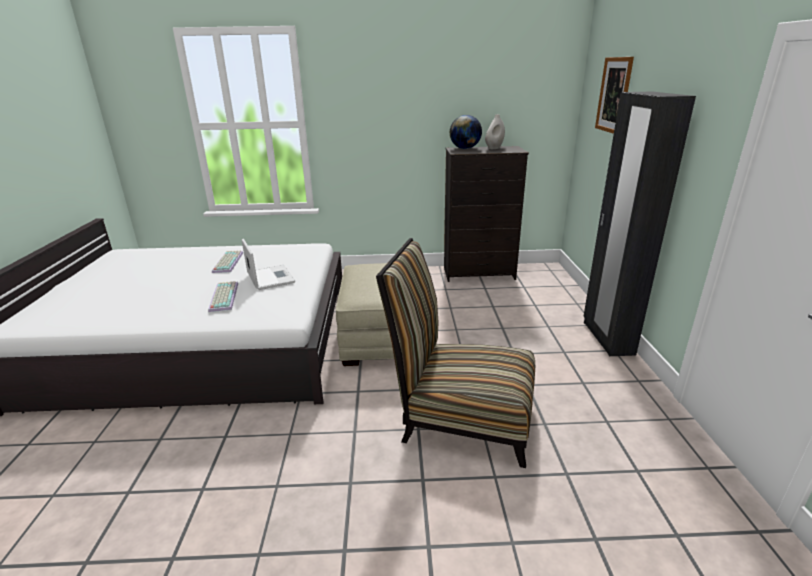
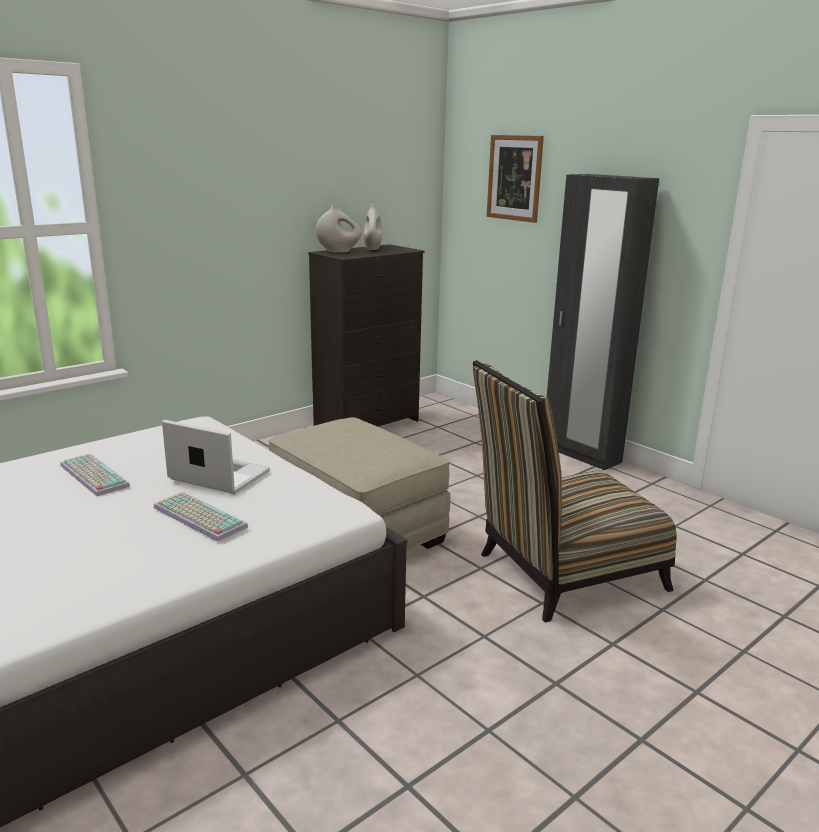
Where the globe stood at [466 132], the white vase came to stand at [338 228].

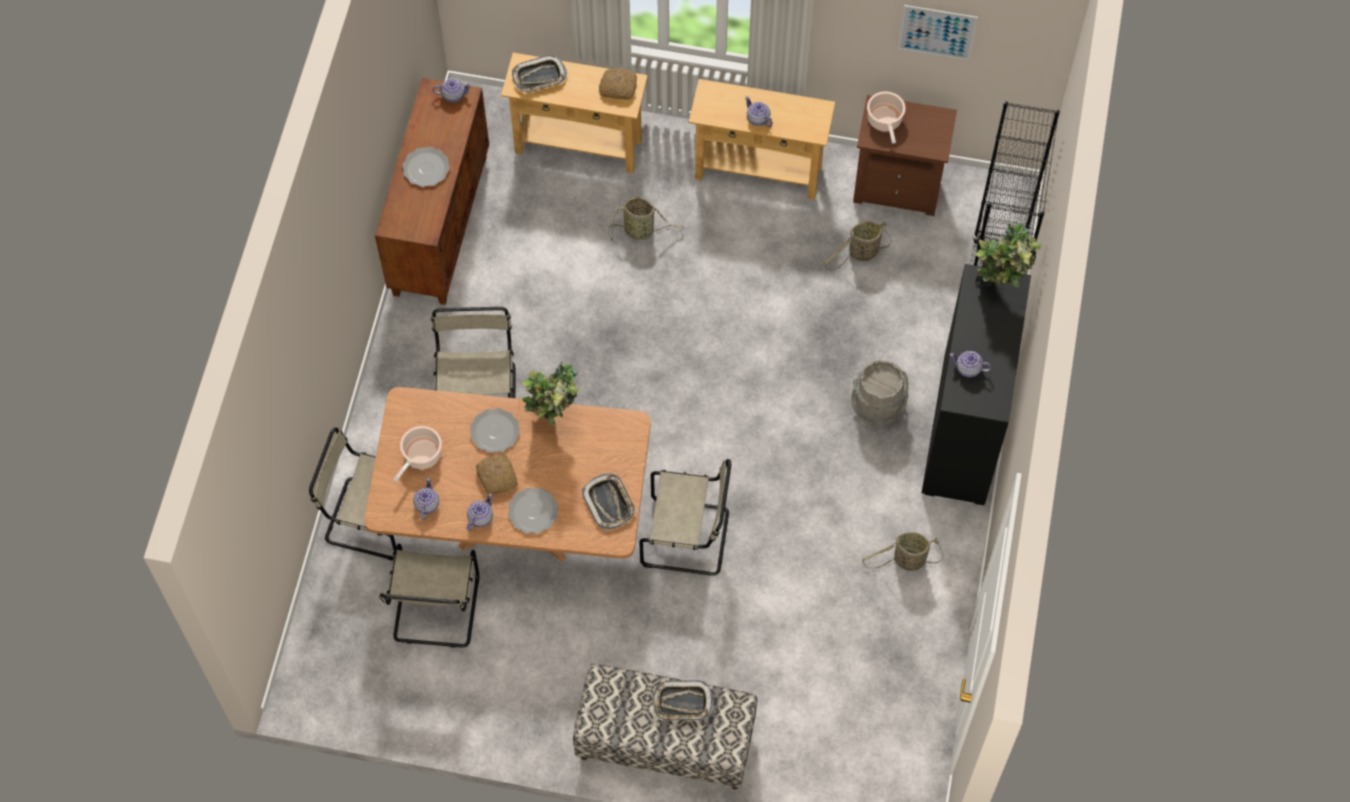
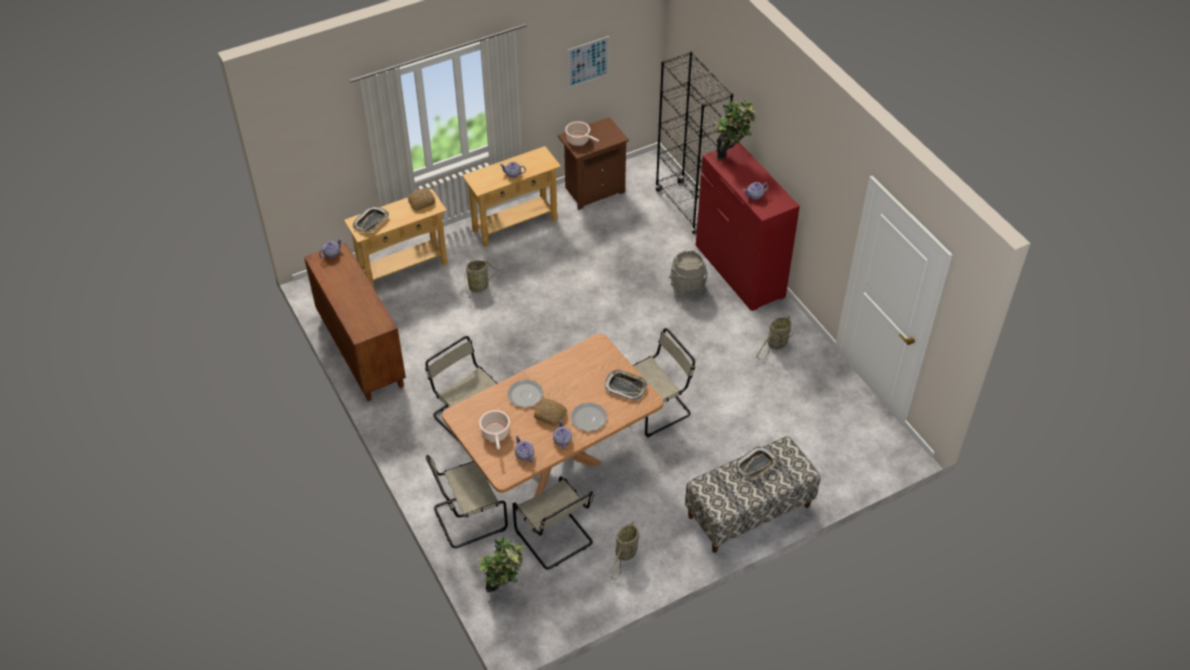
The second view lost the plate at [426 167]. The potted plant ended up elsewhere, having gone from [551 393] to [501 564]. The basket ended up elsewhere, having gone from [857 246] to [625 550]. What was the black dresser at [976 384] turned into the red dresser at [748 226].

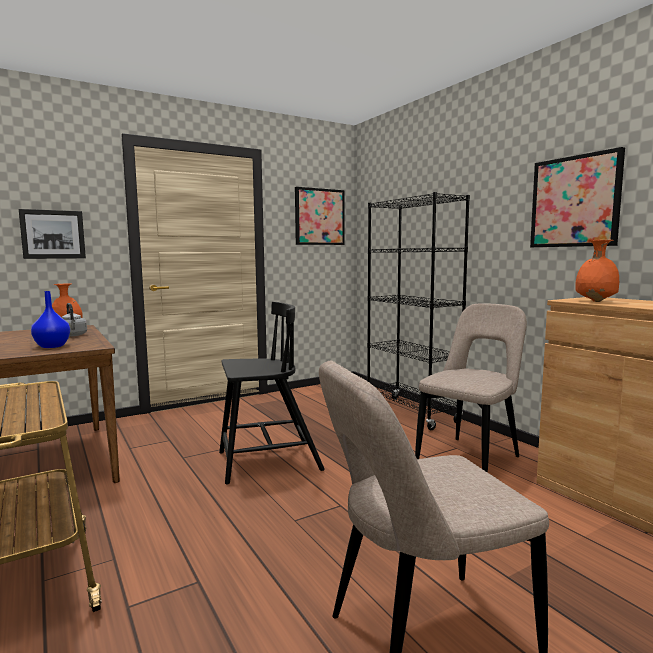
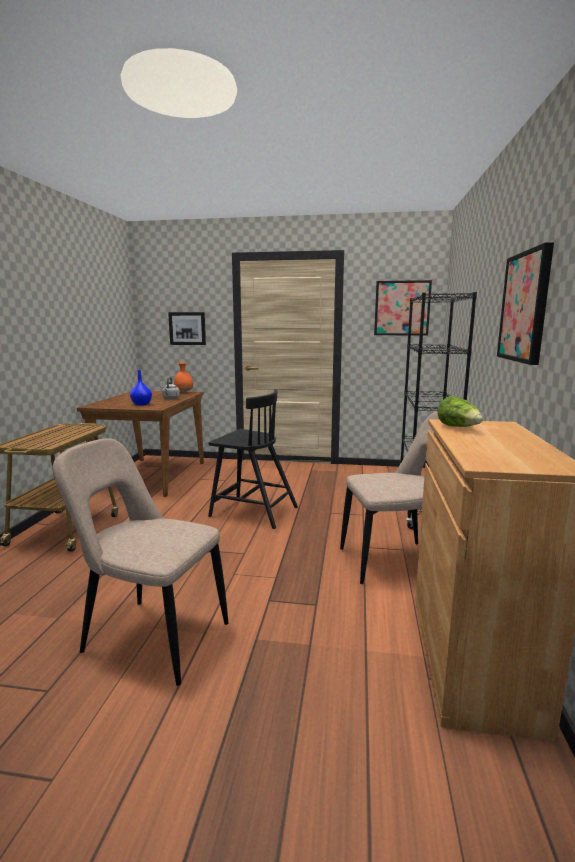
Where the orange vase stood at [597 271], the lettuce came to stand at [460 411].

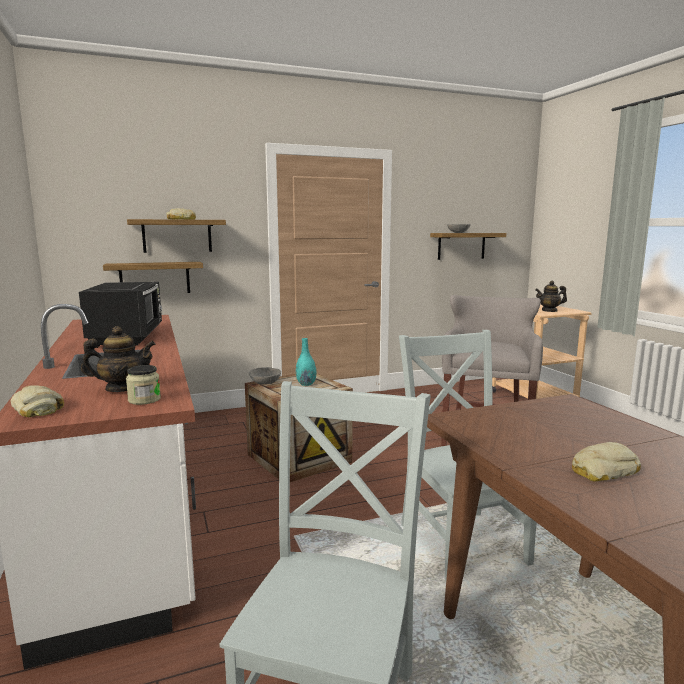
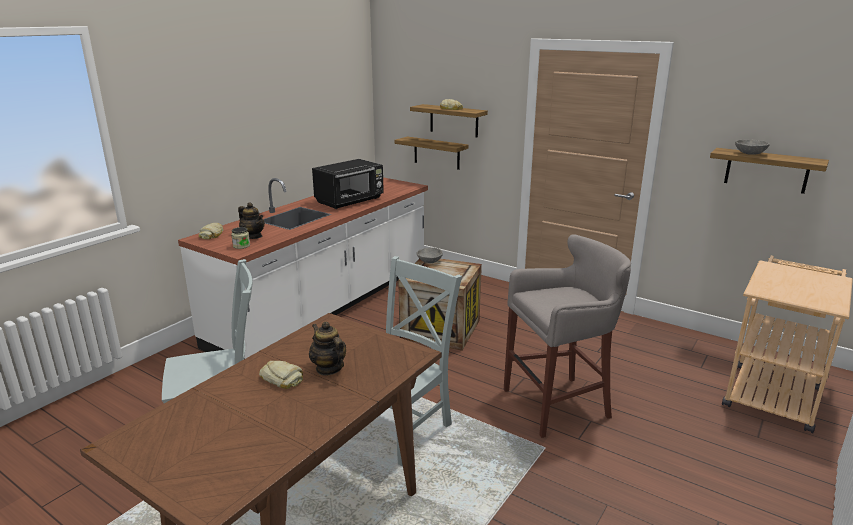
The second view lost the turquoise vase at [306 362]. The teapot ended up elsewhere, having gone from [551 296] to [327 348].

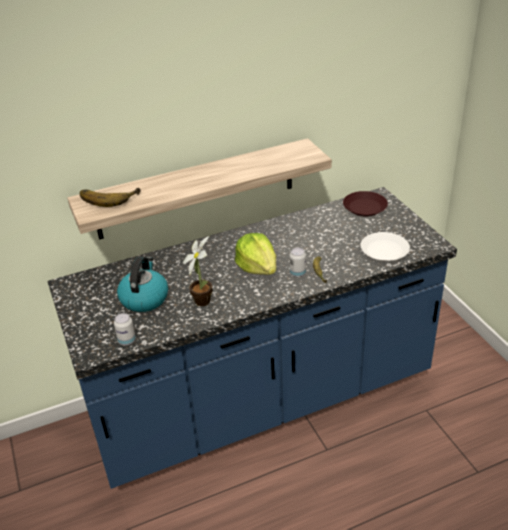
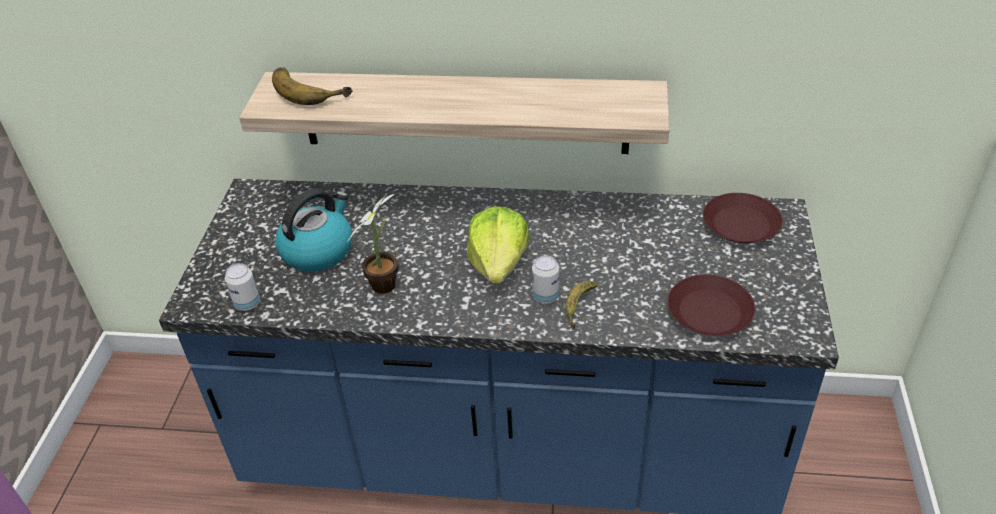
What was the white plate at [385 247] turned into the brown plate at [711 305].

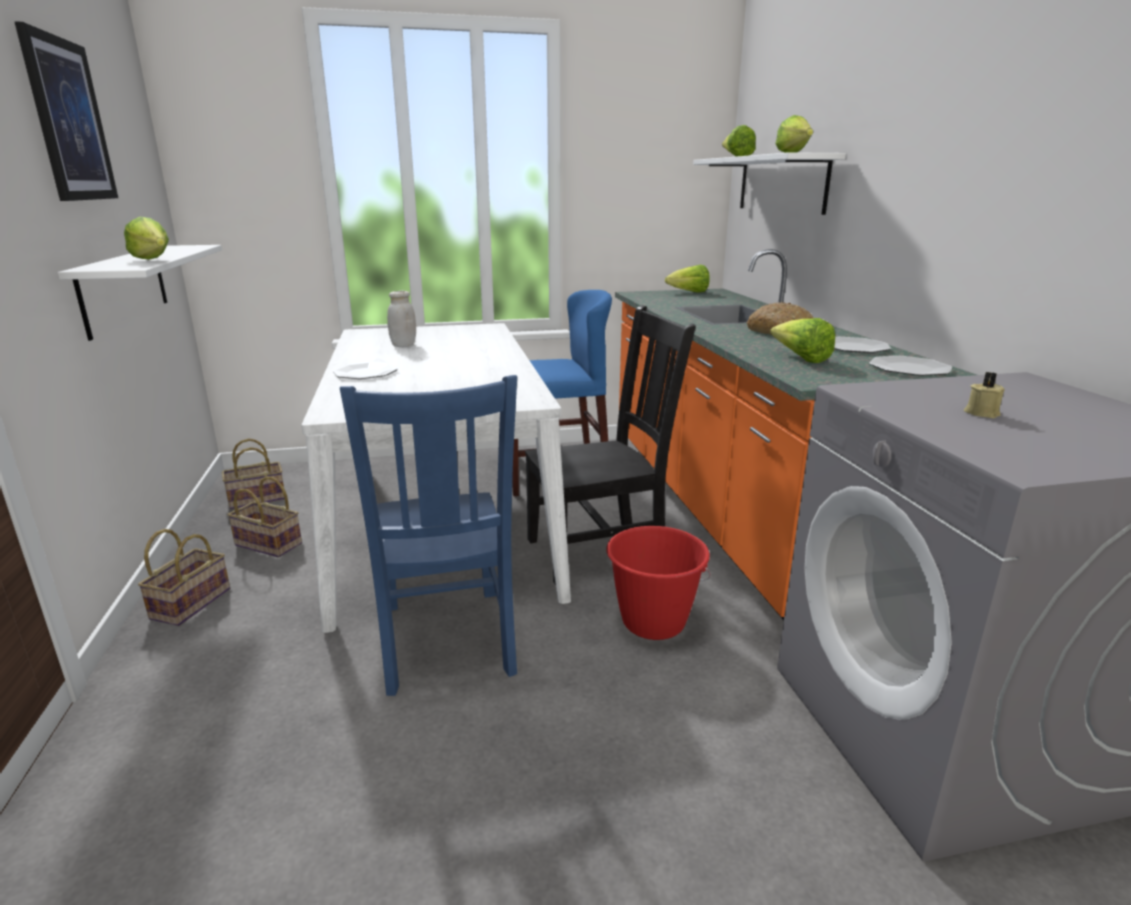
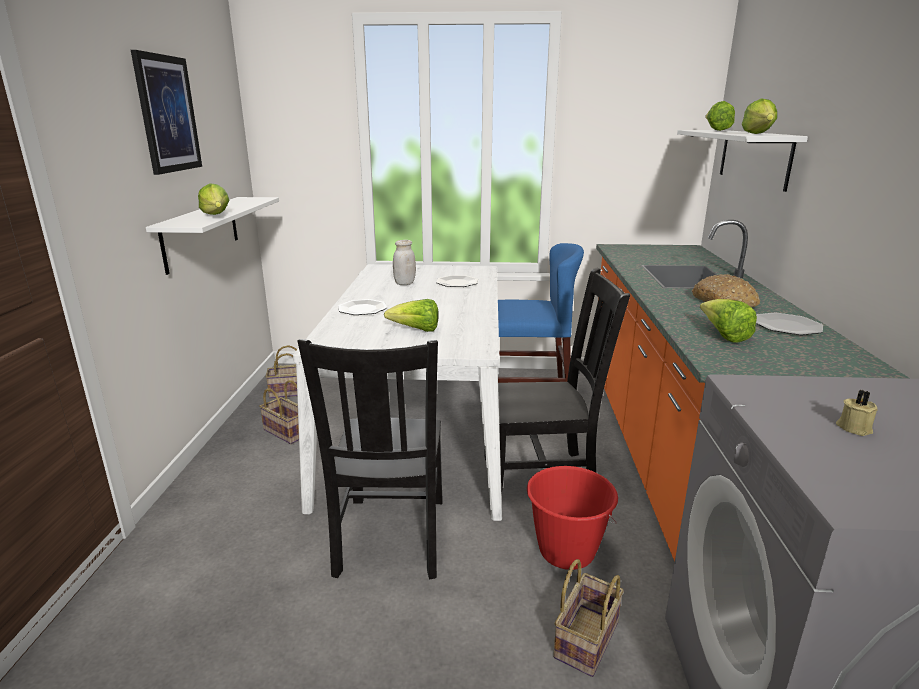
The basket ended up elsewhere, having gone from [184 577] to [588 618]. What was the blue chair at [428 535] turned into the black chair at [370 459]. The lettuce ended up elsewhere, having gone from [687 279] to [411 315]. The plate ended up elsewhere, having gone from [911 366] to [457 281].

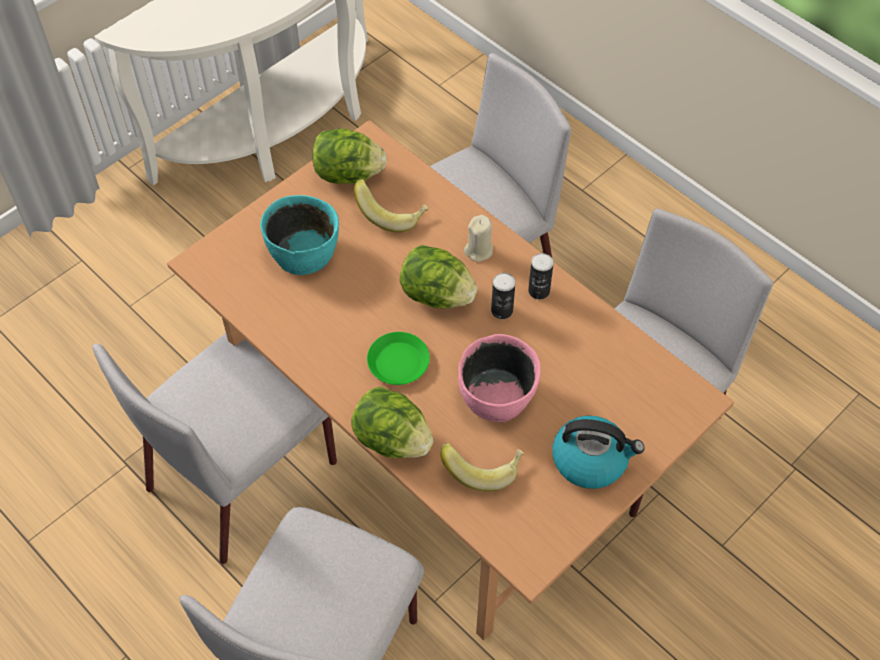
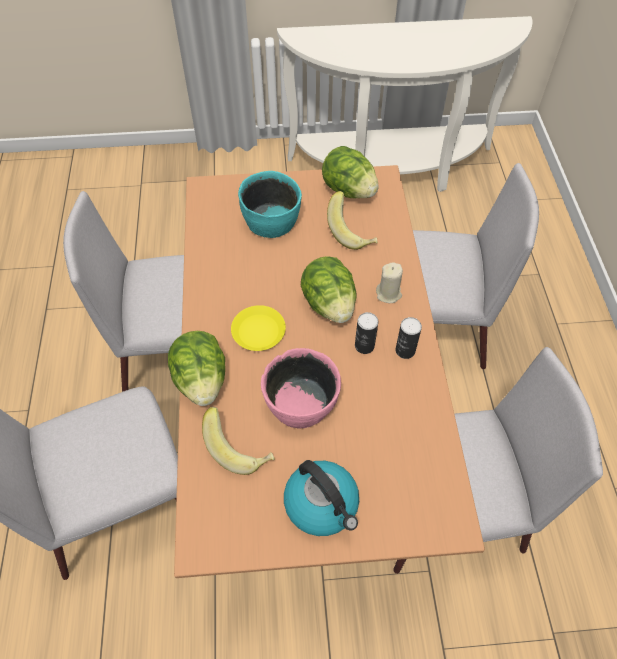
What was the green plate at [398 358] turned into the yellow plate at [258 328].

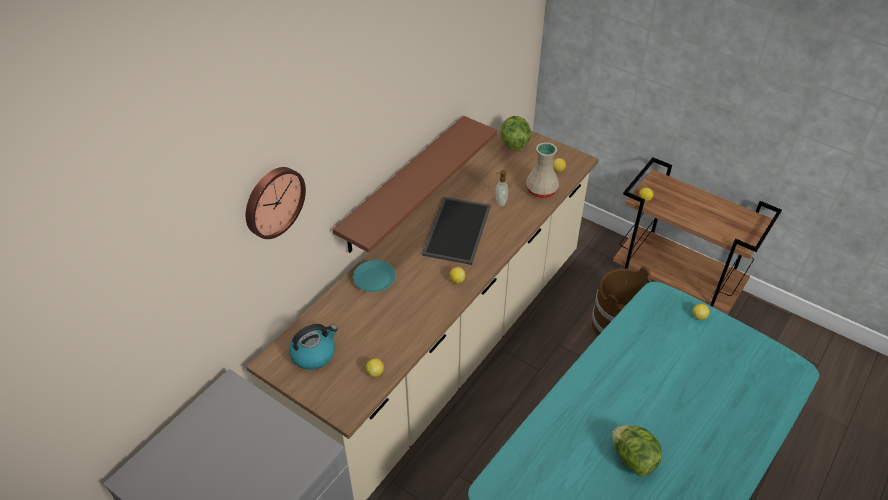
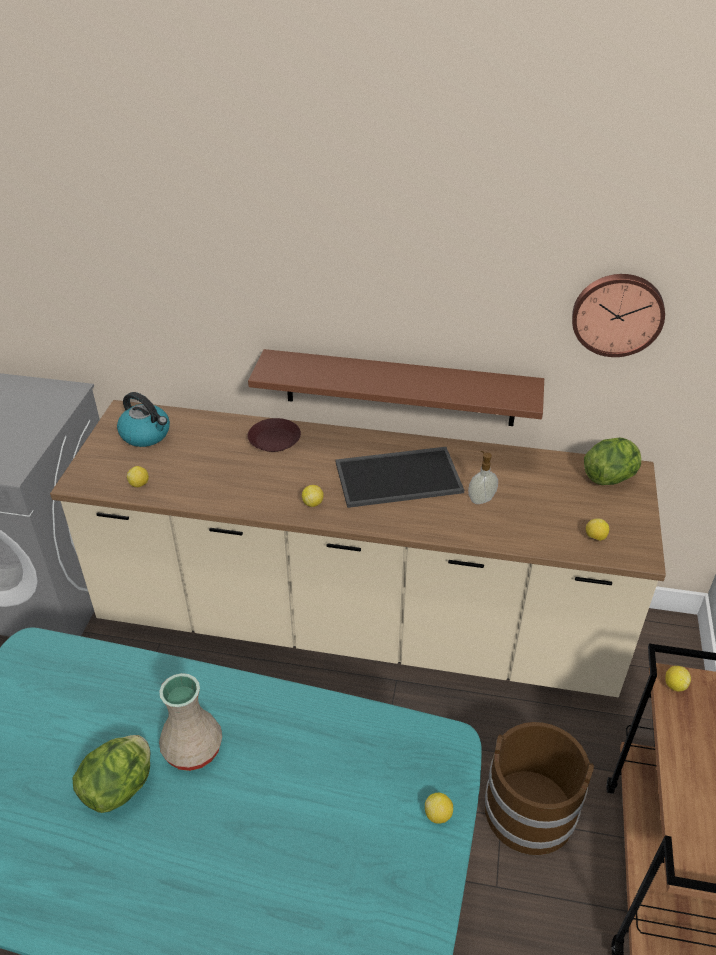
The wall clock ended up elsewhere, having gone from [276 203] to [618 315]. What was the turquoise plate at [374 276] turned into the brown plate at [274 435]. The beige vase ended up elsewhere, having gone from [542 170] to [191 722].

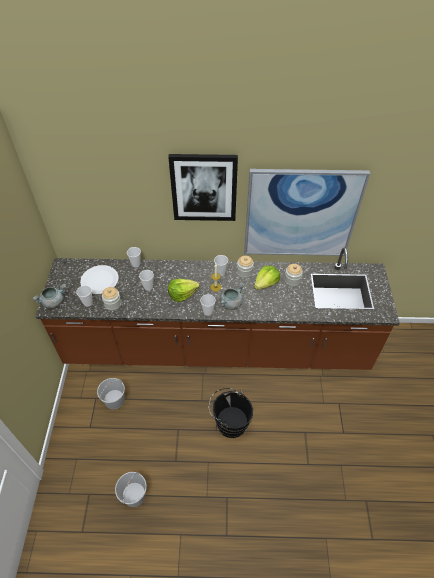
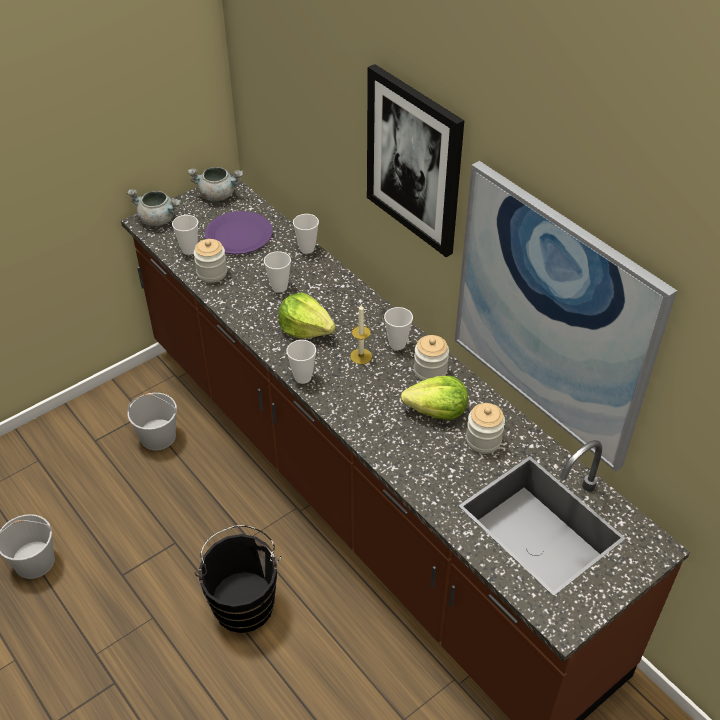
What was the white plate at [99 279] turned into the purple plate at [239 233]. The grey cooking pot ended up elsewhere, having gone from [232 296] to [215 184].

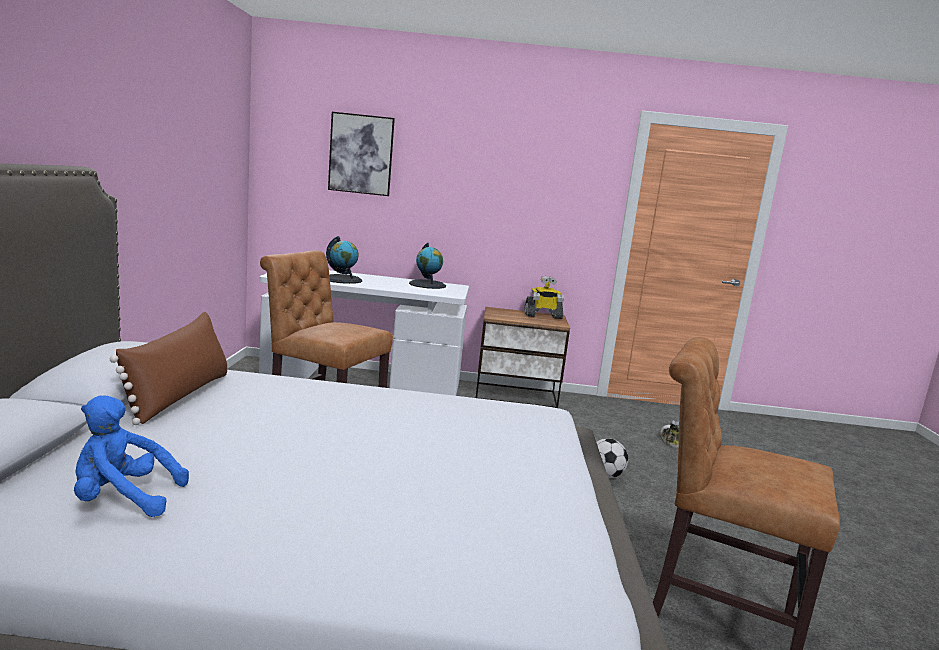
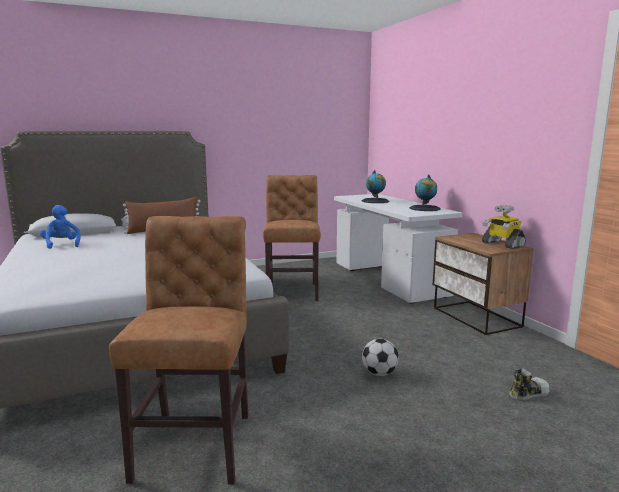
The second view lost the picture at [361 154].

